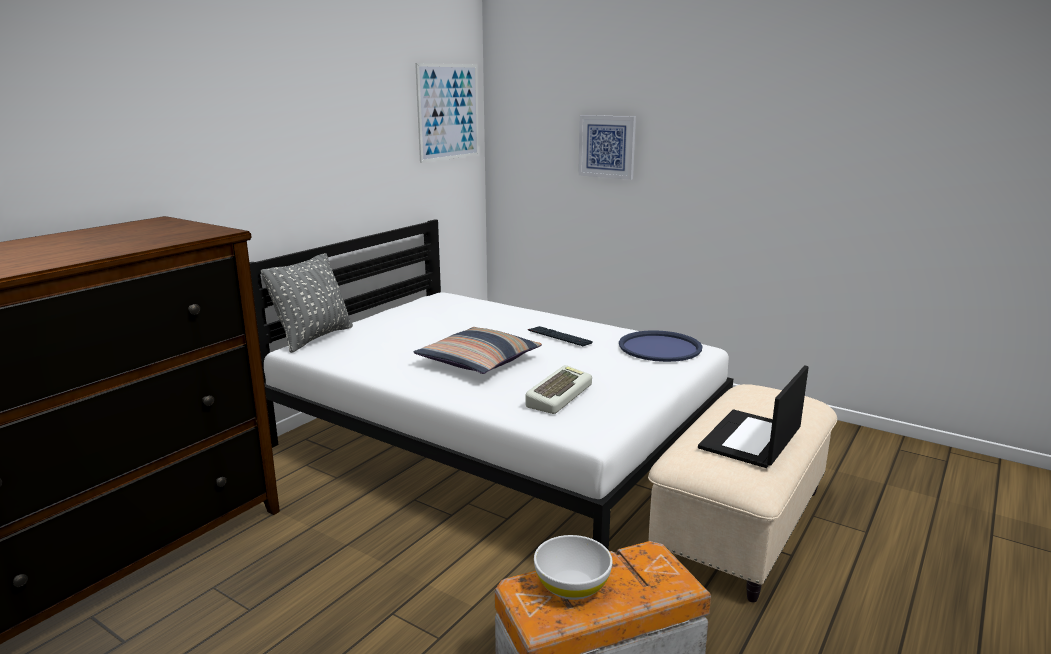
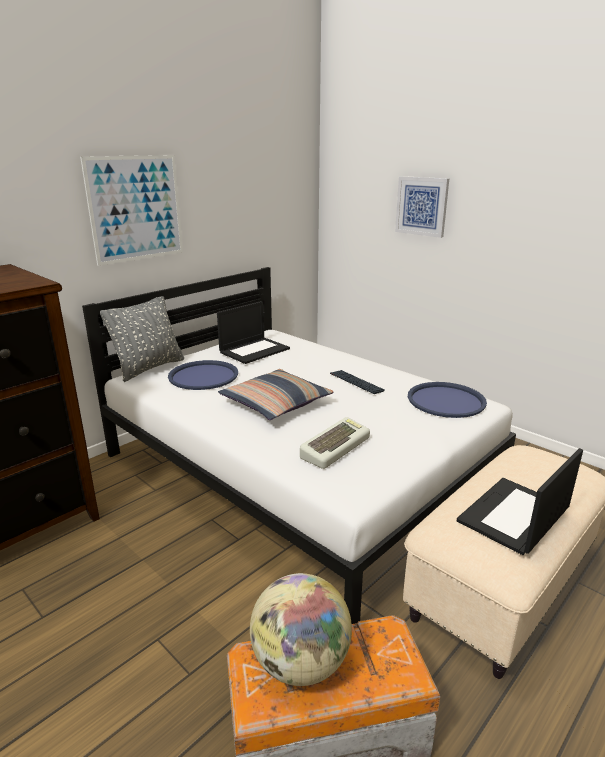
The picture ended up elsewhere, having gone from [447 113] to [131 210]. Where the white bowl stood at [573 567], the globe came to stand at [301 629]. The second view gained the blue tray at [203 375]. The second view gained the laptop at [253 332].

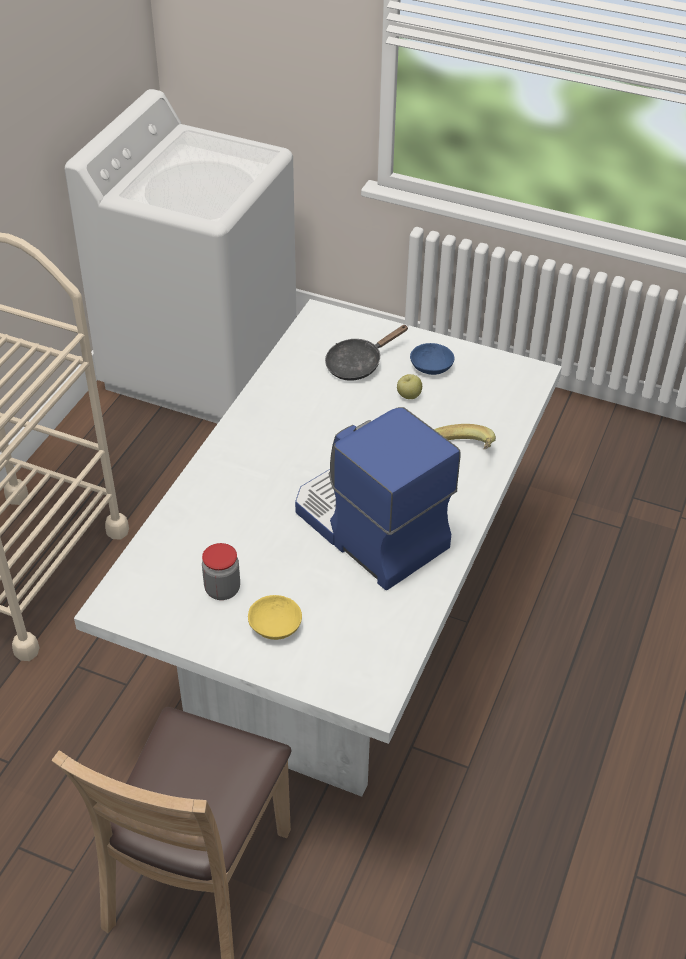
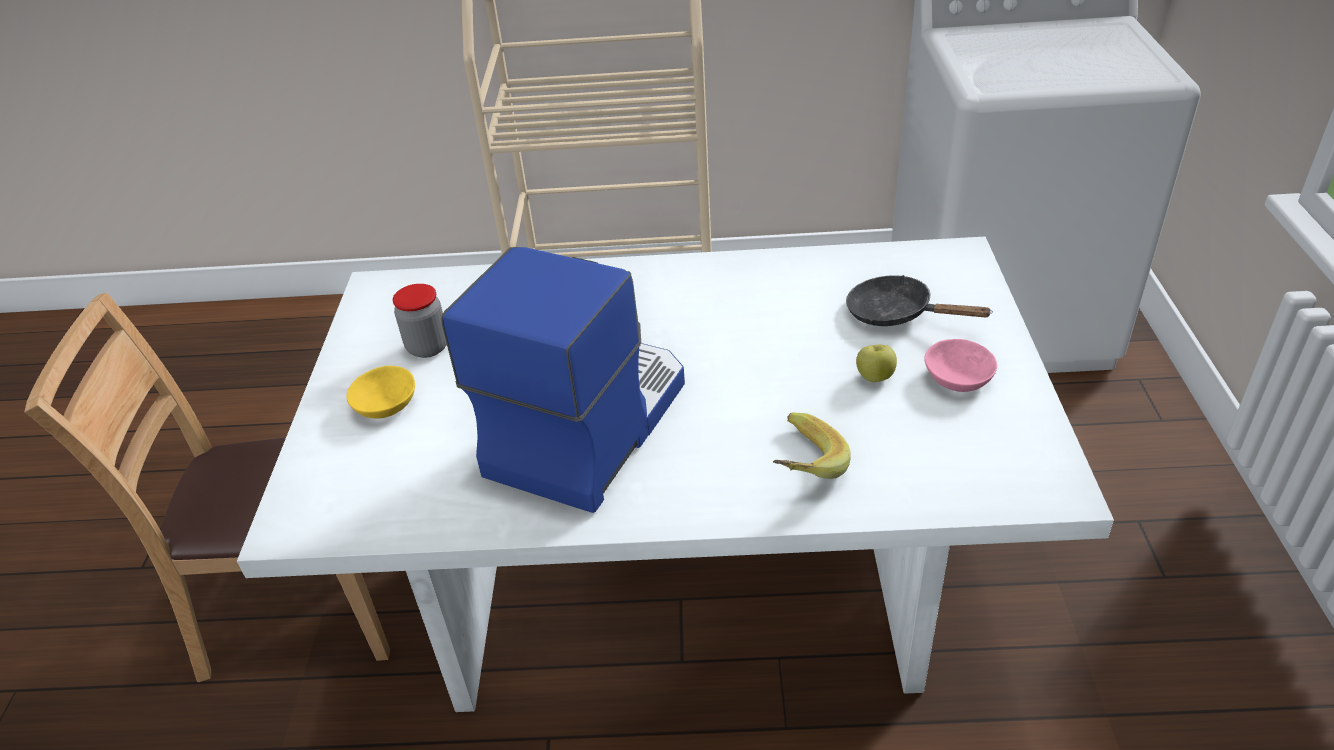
What was the blue bowl at [432 359] turned into the pink bowl at [960 365].

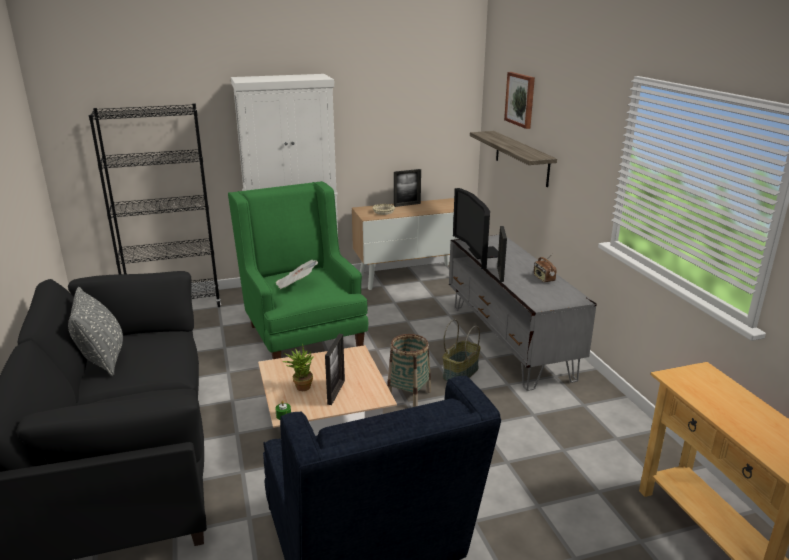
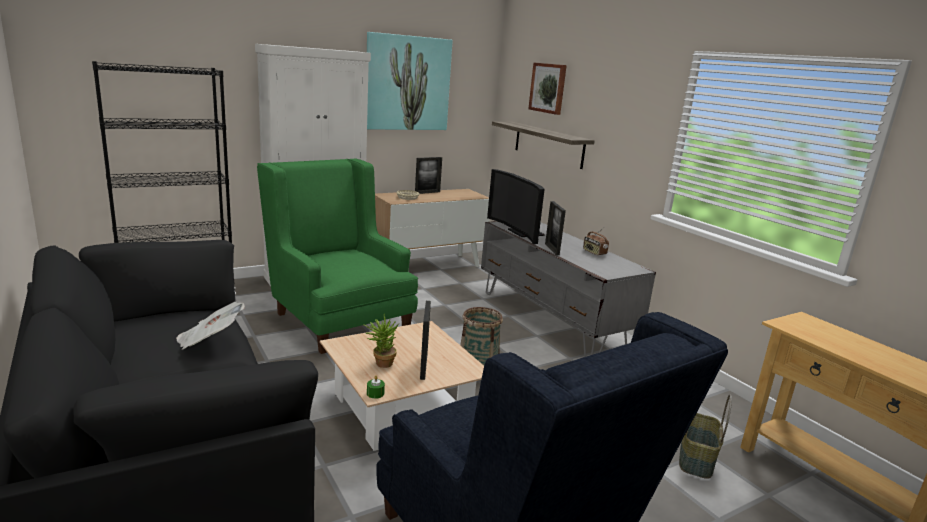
The second view lost the grey pillow at [95 331]. The newspaper ended up elsewhere, having gone from [297 274] to [210 326]. The basket ended up elsewhere, having gone from [462 350] to [705 436]. The second view gained the picture at [410 81].

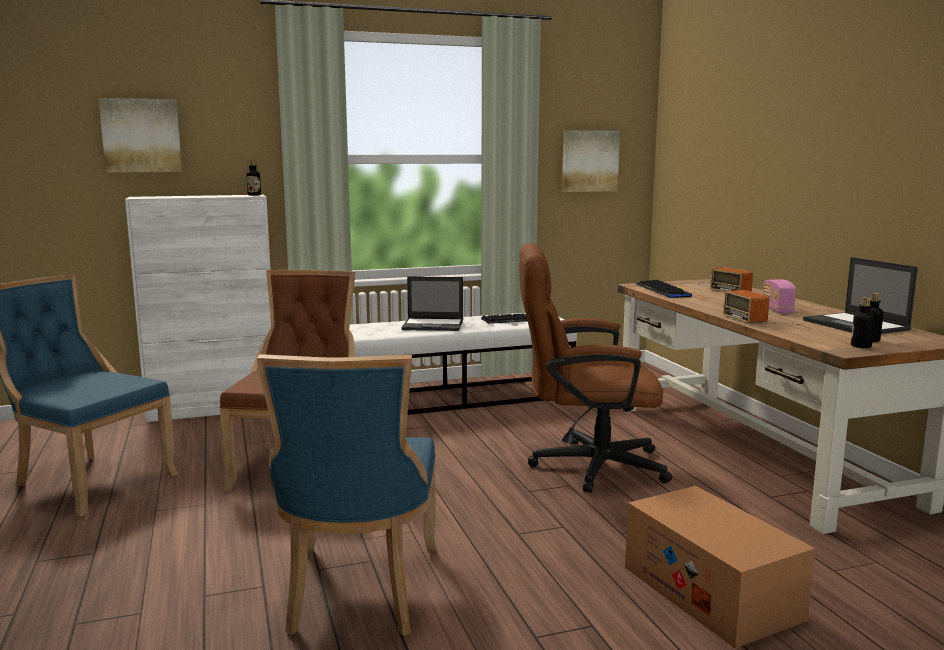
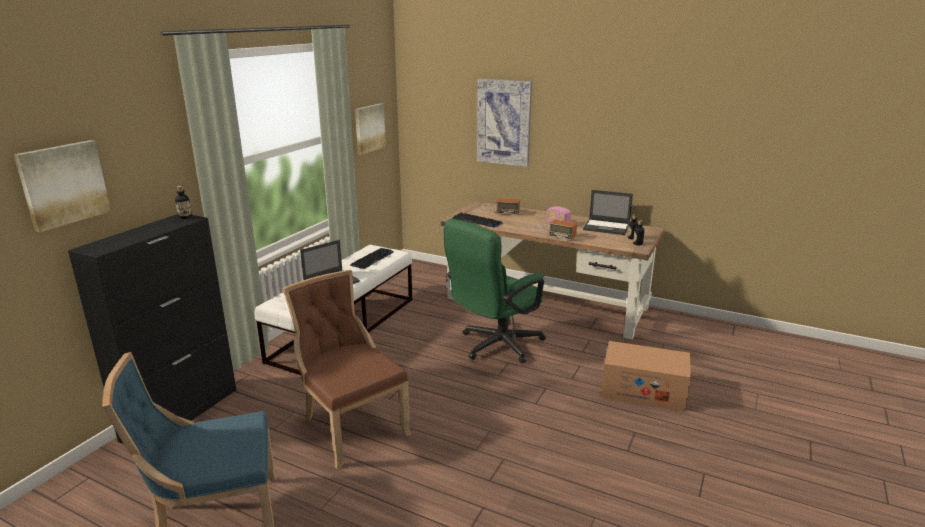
What was the white cabinet at [198 308] turned into the black cabinet at [152 329]. The second view lost the blue chair at [347 495]. What was the brown office chair at [596 368] turned into the green office chair at [495 291]. The second view gained the picture at [504 123].

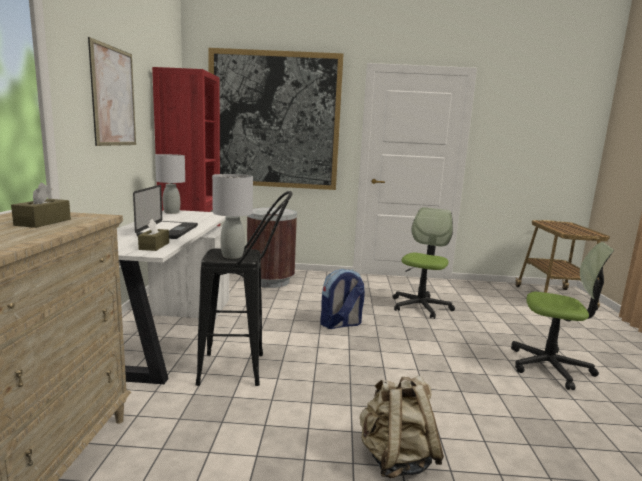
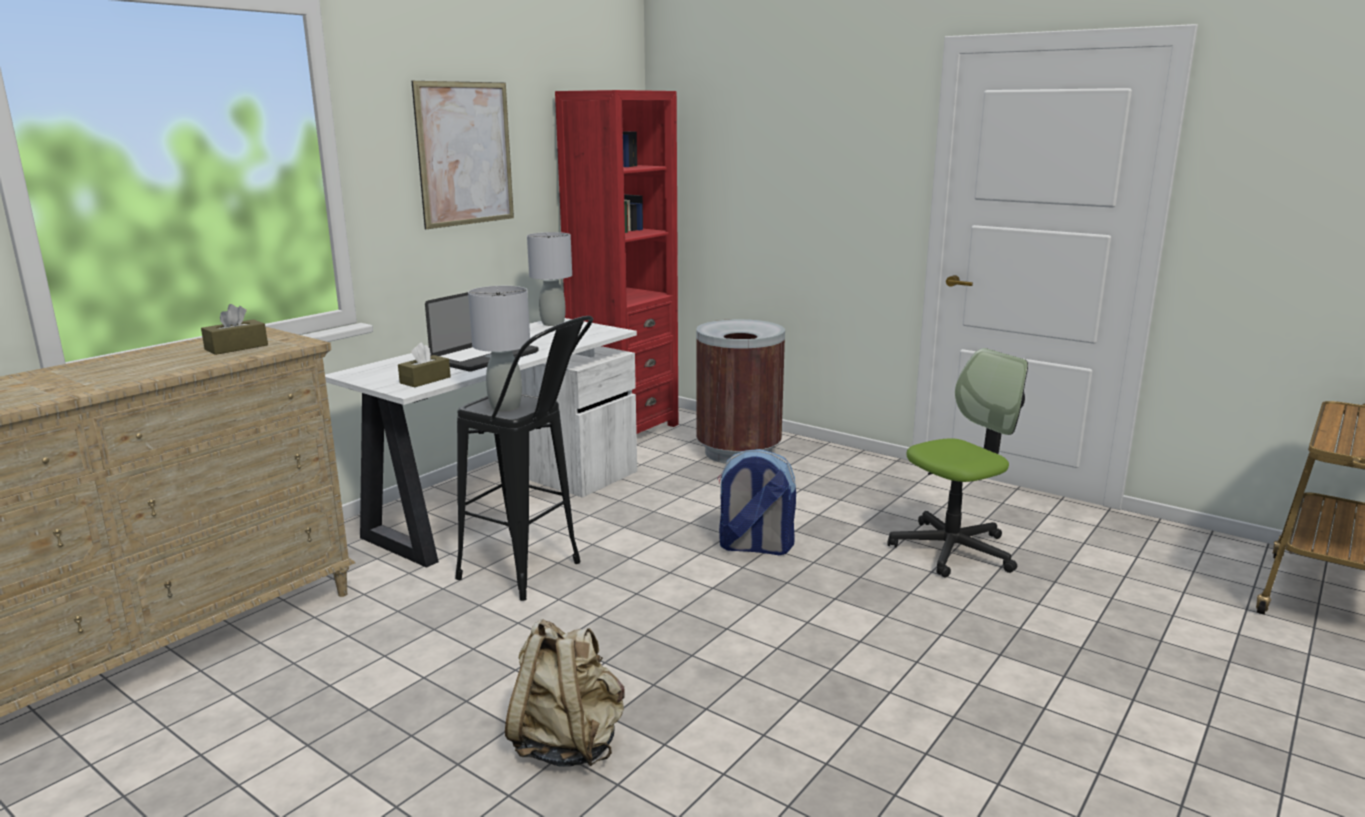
The second view lost the picture at [275 119]. The second view lost the office chair at [562 316].

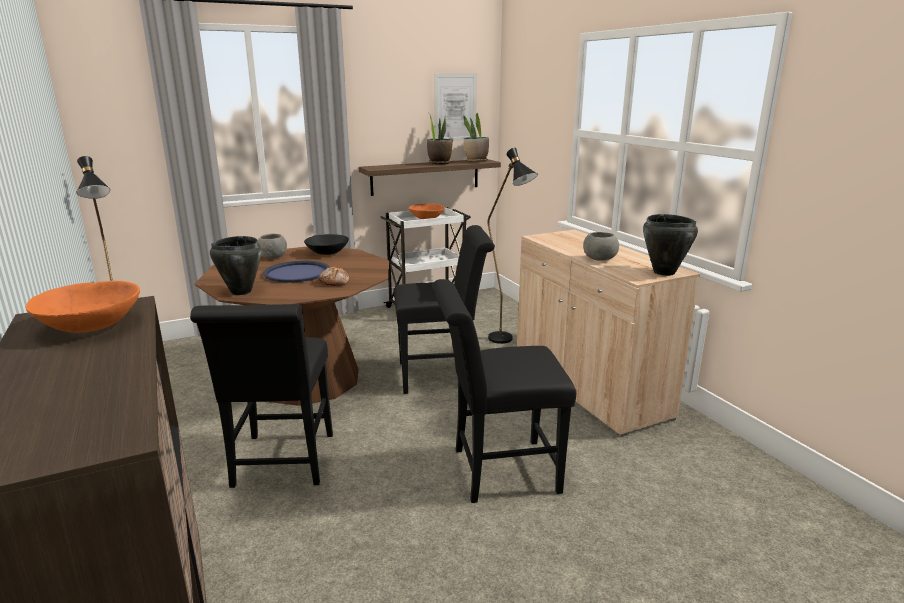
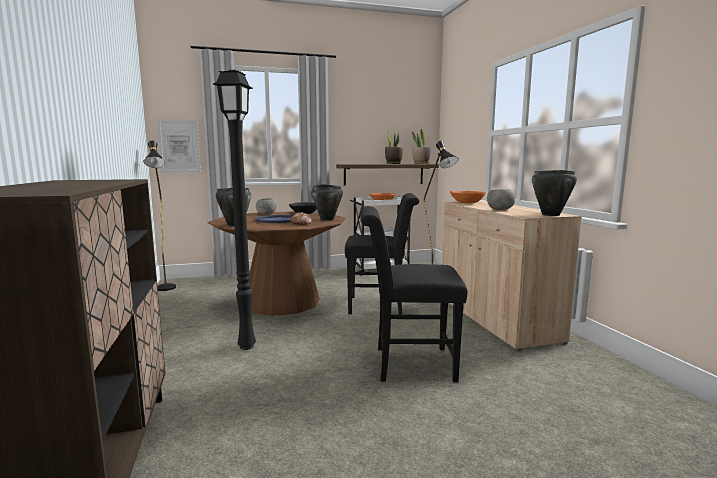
The orange bowl ended up elsewhere, having gone from [82 306] to [468 197]. Where the black chair stood at [261 396], the black floor lamp came to stand at [234 210]. The picture ended up elsewhere, having gone from [455 107] to [178 146]. The second view gained the black cooking pot at [327 202].

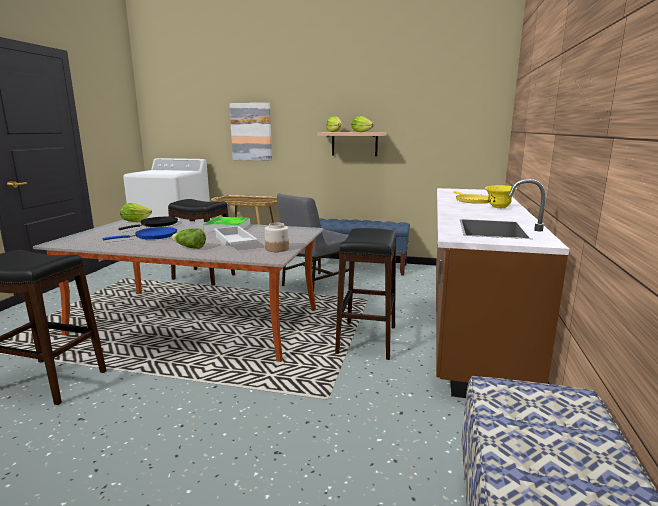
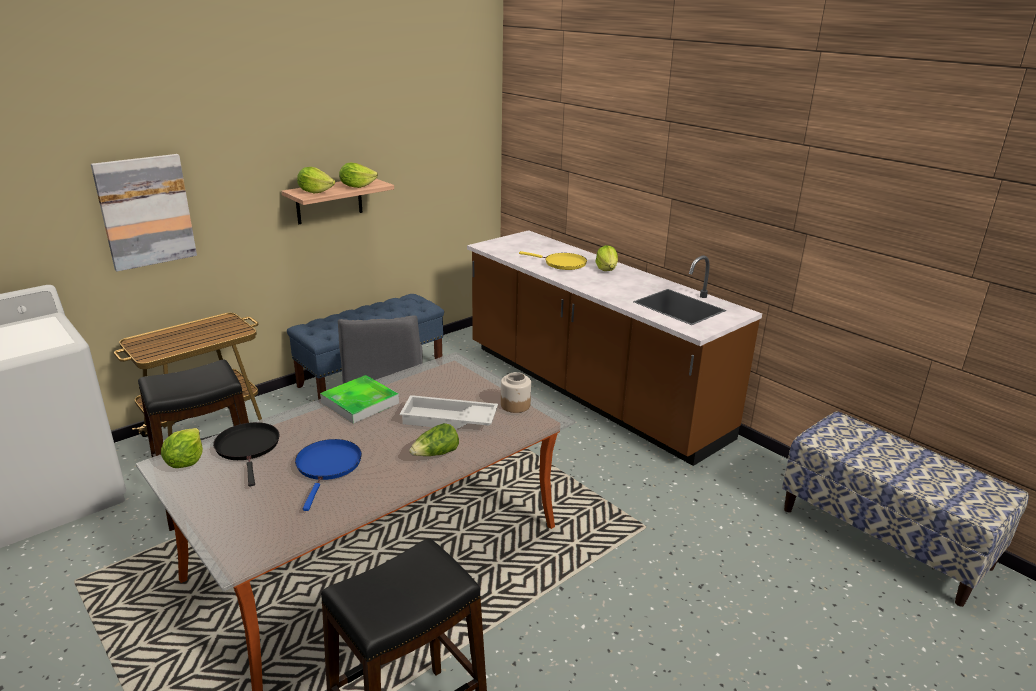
The second view lost the black stool at [365 294]. Where the yellow bowl stood at [501 196], the lettuce came to stand at [607 258].

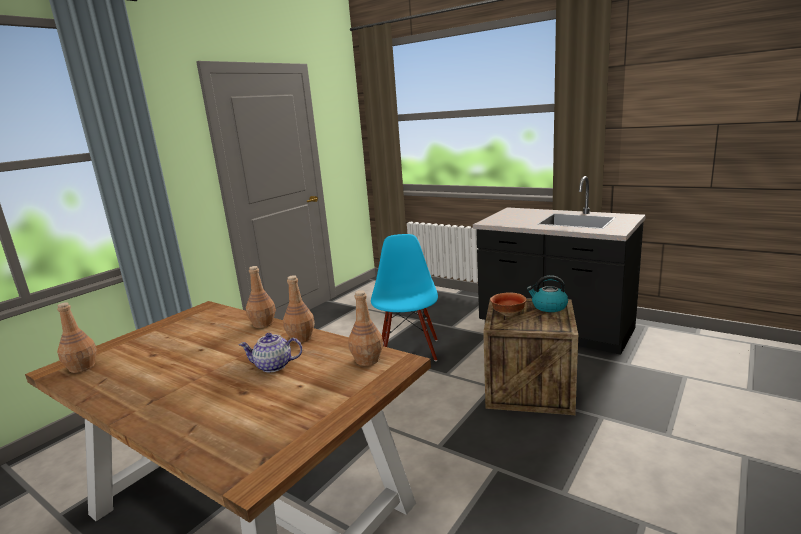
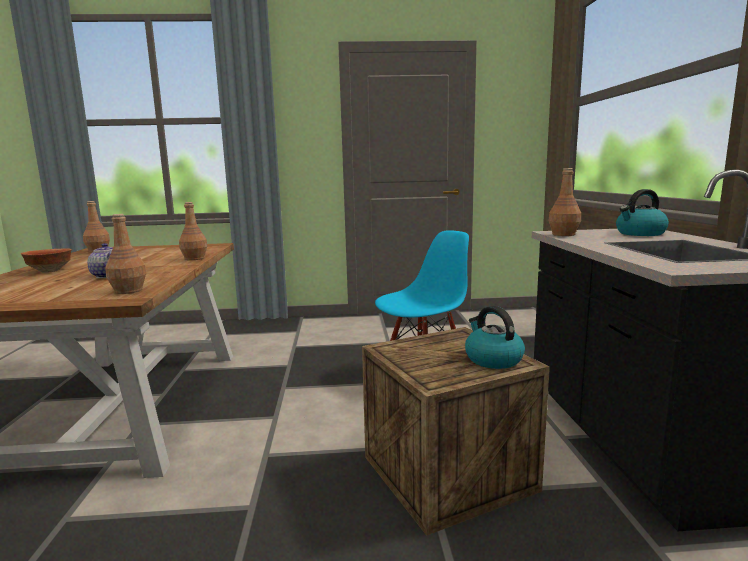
The brown bottle ended up elsewhere, having gone from [299 309] to [564 202]. The bowl ended up elsewhere, having gone from [508 304] to [46 260]. The second view gained the kettle at [642 212].

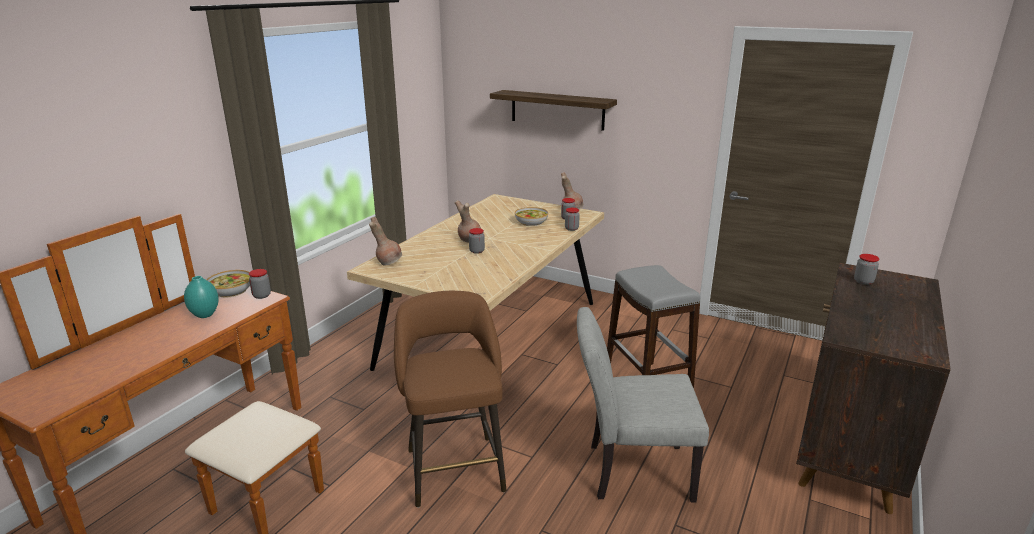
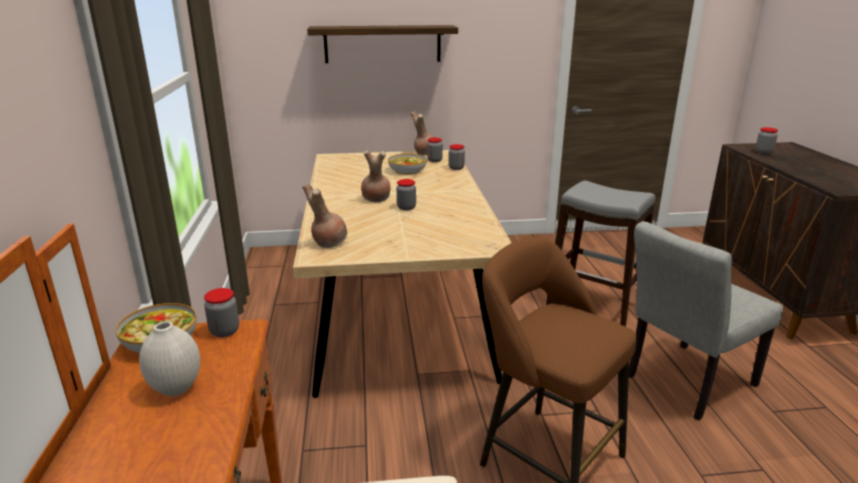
What was the turquoise vase at [201 297] turned into the white vase at [169 358].

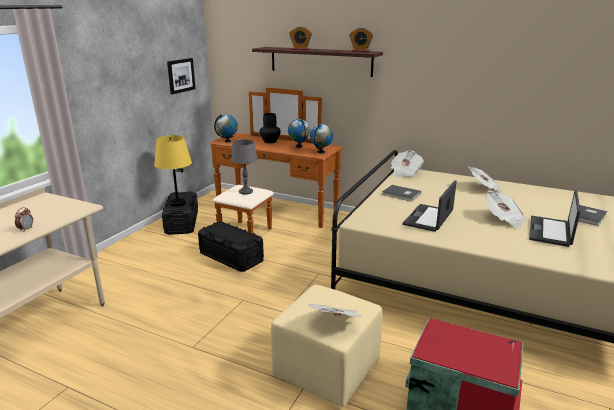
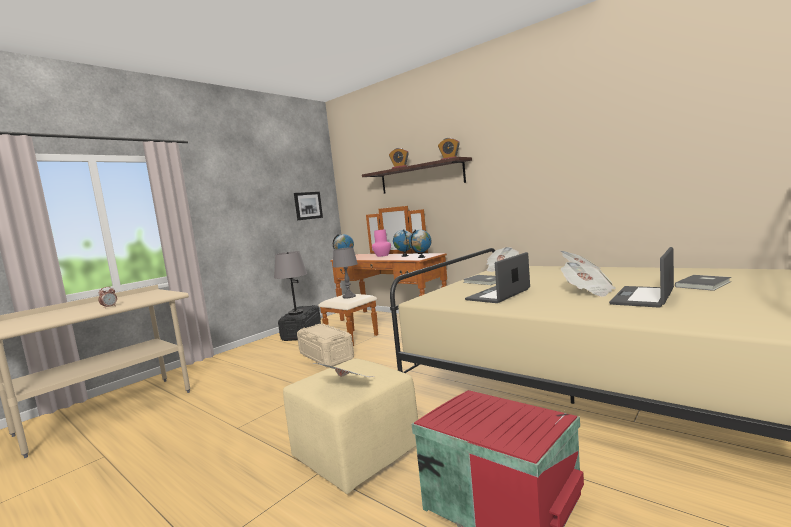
What was the yellow table lamp at [173 171] turned into the grey table lamp at [290 283]. What was the black storage box at [231 247] turned into the beige storage box at [325 346]. What was the black vase at [270 128] turned into the pink vase at [381 243].

